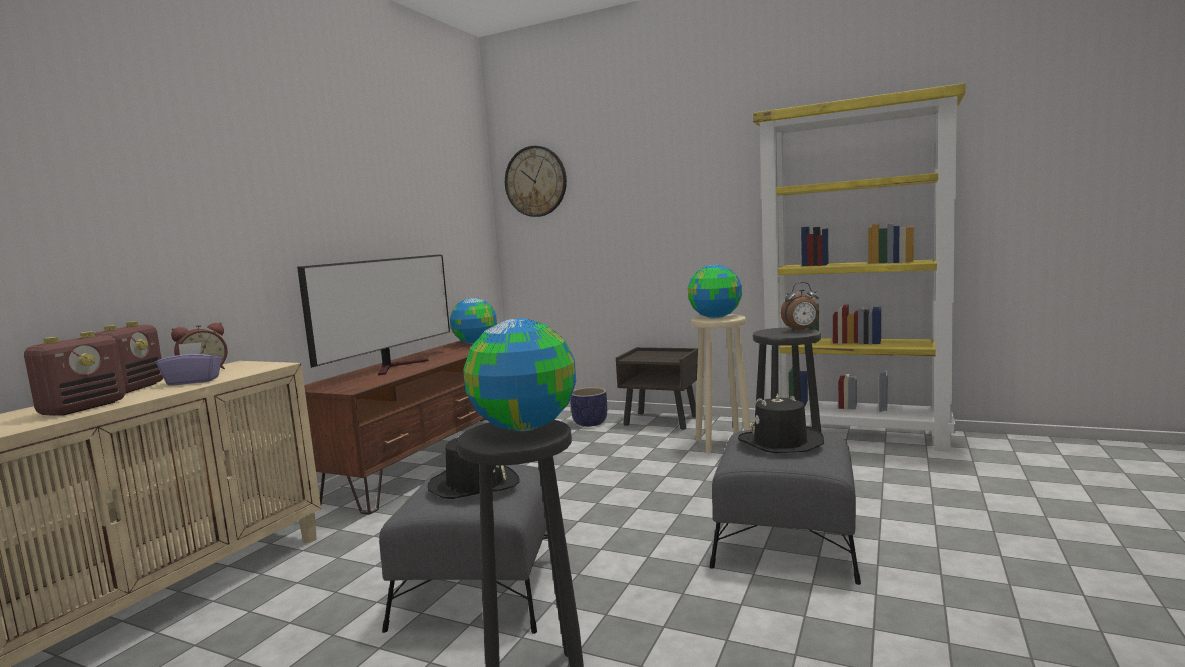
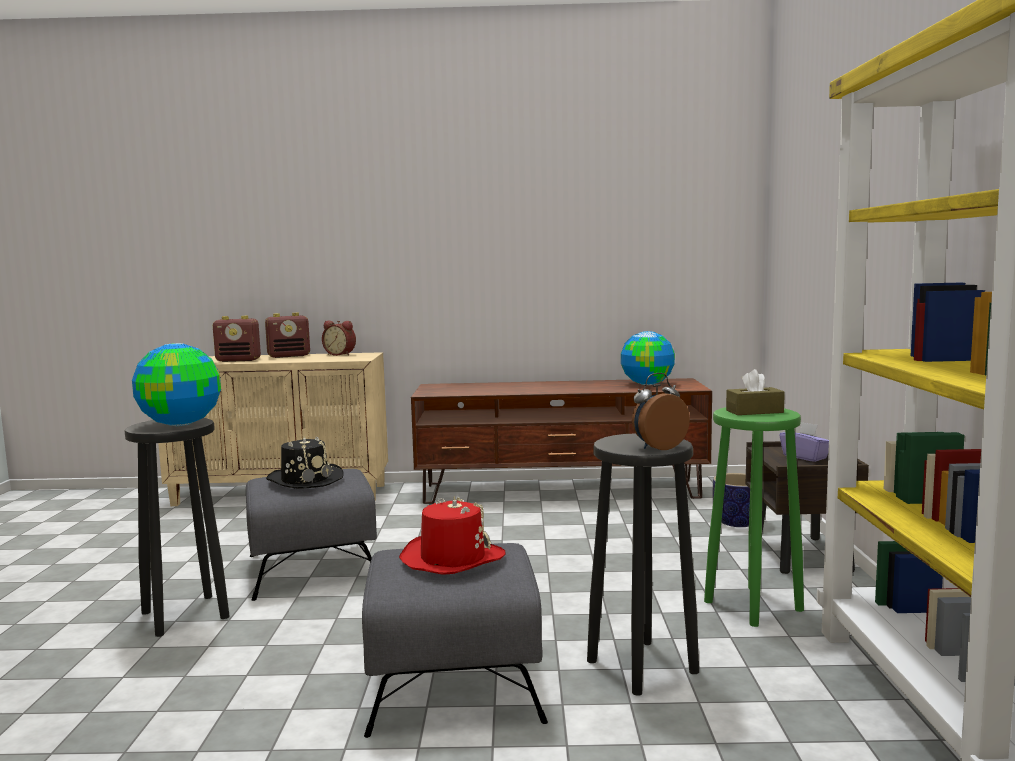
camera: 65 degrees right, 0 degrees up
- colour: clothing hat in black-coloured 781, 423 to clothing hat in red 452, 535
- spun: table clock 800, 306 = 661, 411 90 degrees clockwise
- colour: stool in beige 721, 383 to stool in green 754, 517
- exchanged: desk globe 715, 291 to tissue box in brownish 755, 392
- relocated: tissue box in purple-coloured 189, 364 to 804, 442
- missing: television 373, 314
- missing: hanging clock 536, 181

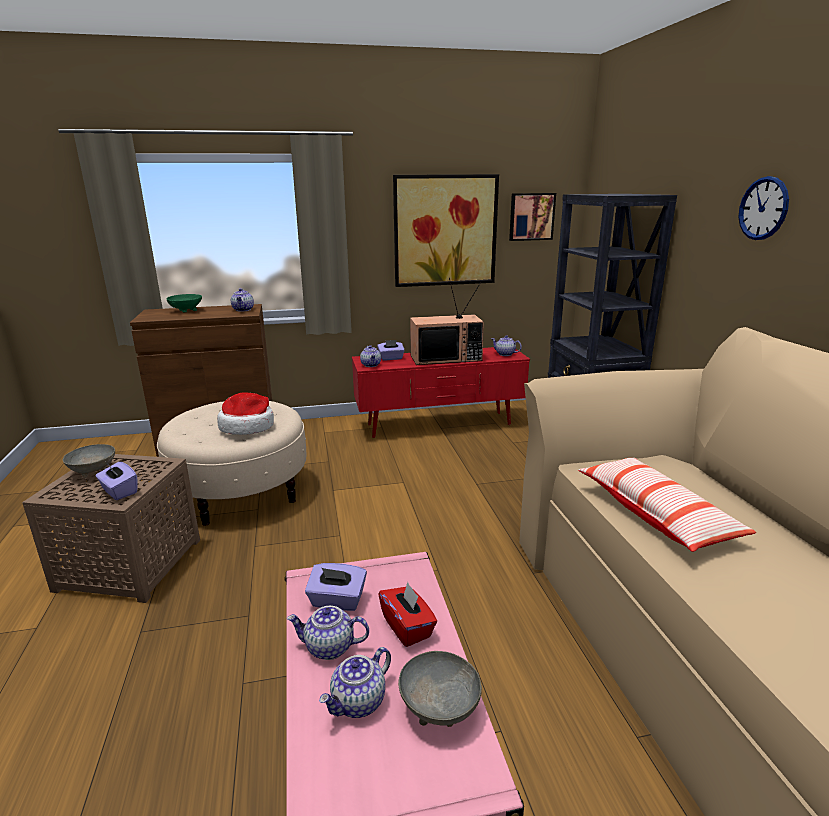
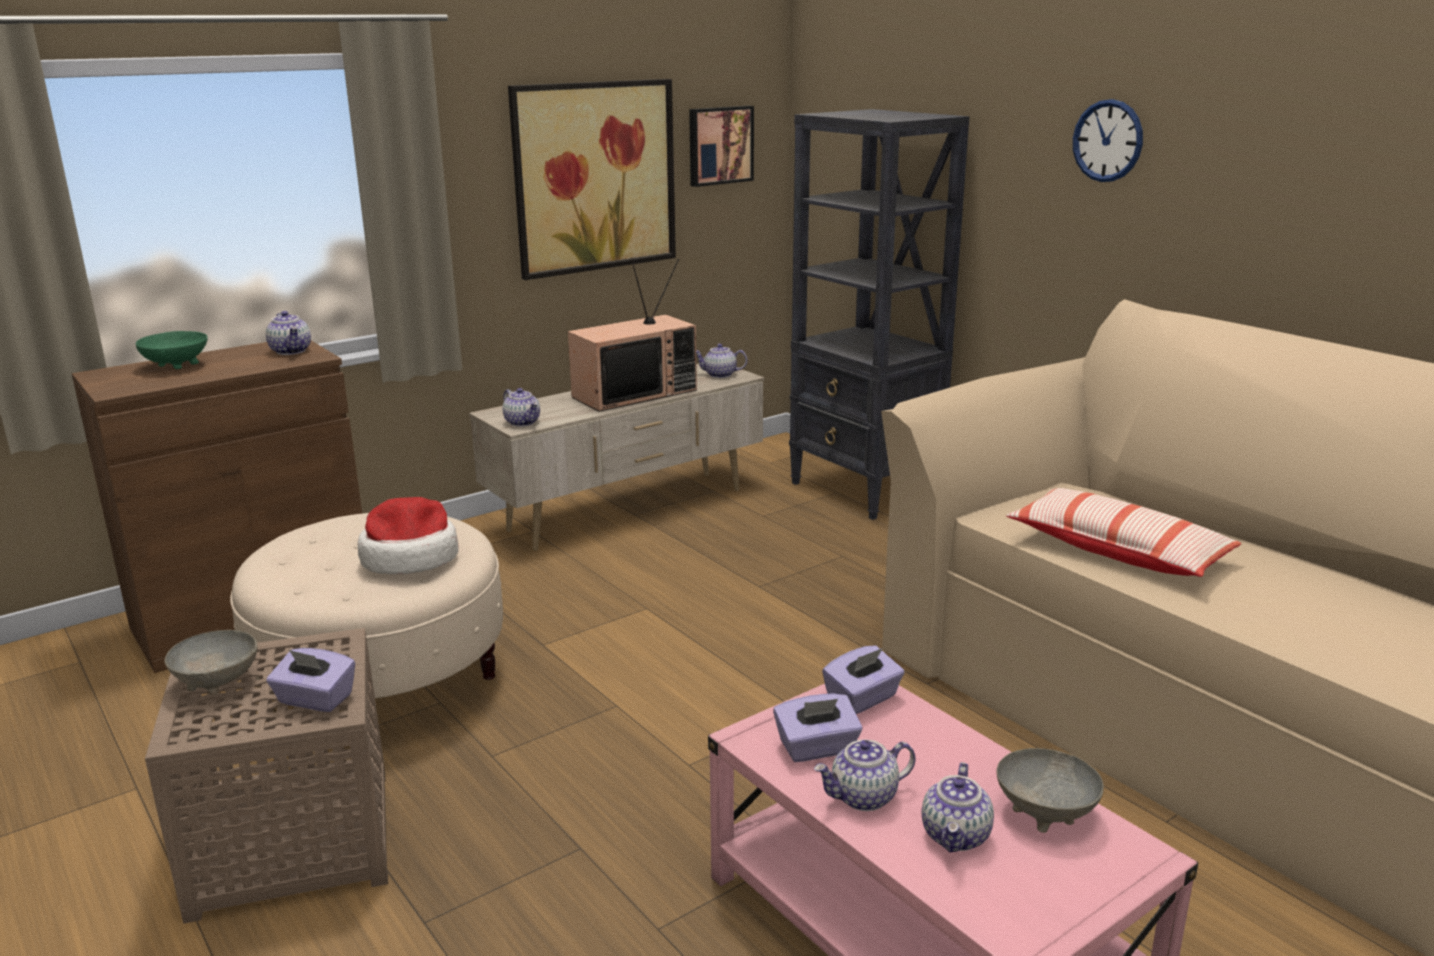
camera: 25 degrees left, 0 degrees up
- colour: tv unit in red 441, 392 to tv unit in beige 616, 457
- relocated: tissue box in purple-coloured 391, 350 to 863, 680
- missing: tissue box in red 407, 614

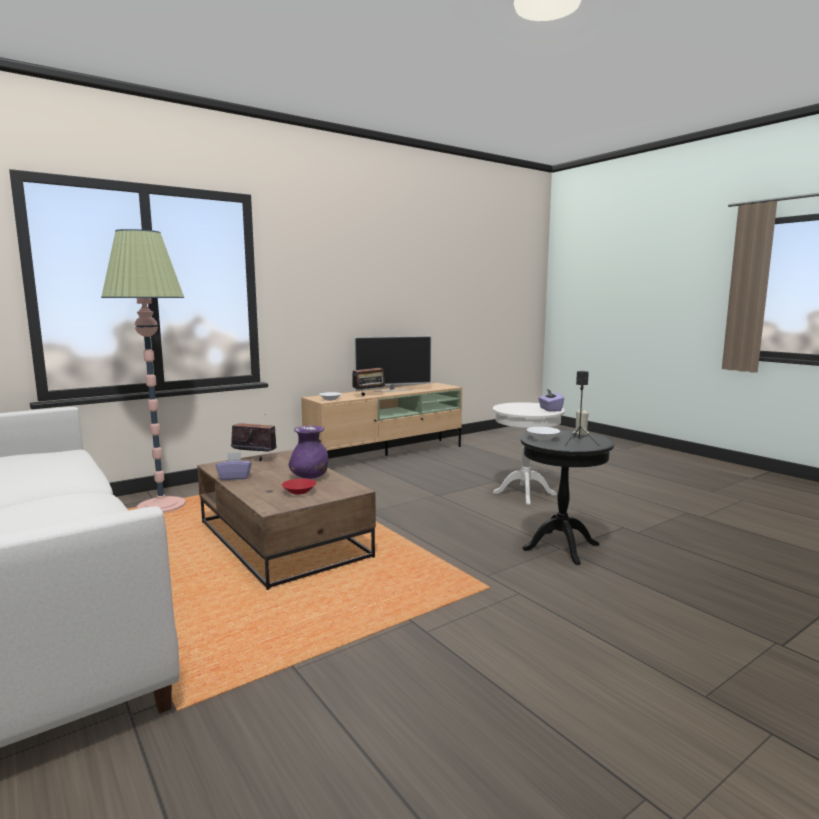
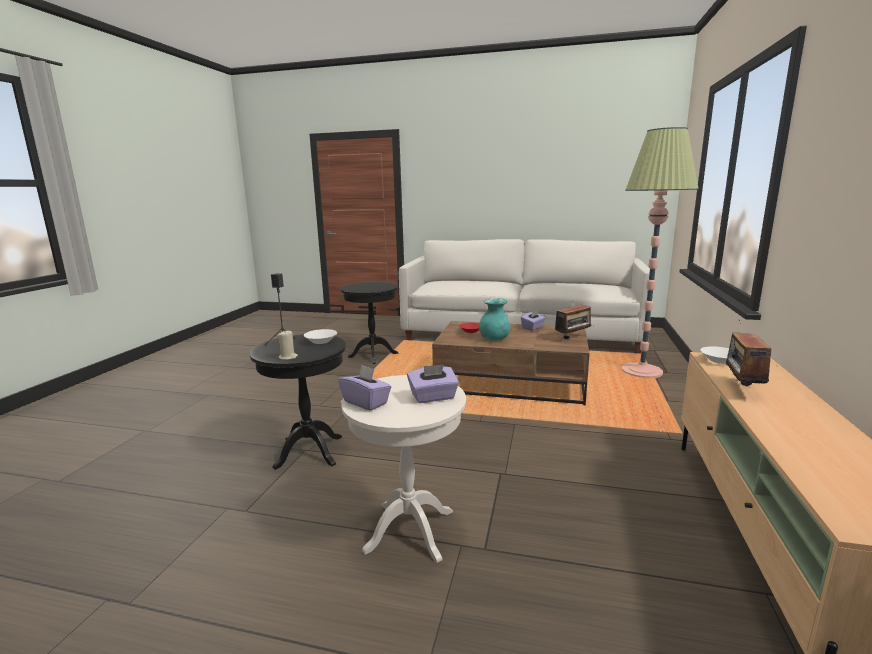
camera: 140 degrees right, 5 degrees up
- appeared: end table in black-coloured 369, 323
- appeared: tissue box in purple-coloured 433, 383
- colour: flower vase in purple-coloured 308, 452 to flower vase in blue-green 495, 319
- missing: television 393, 364

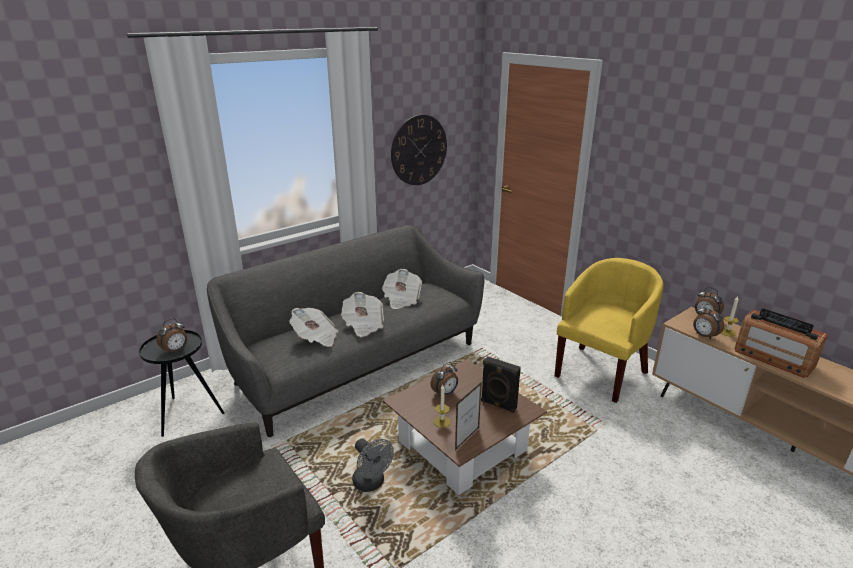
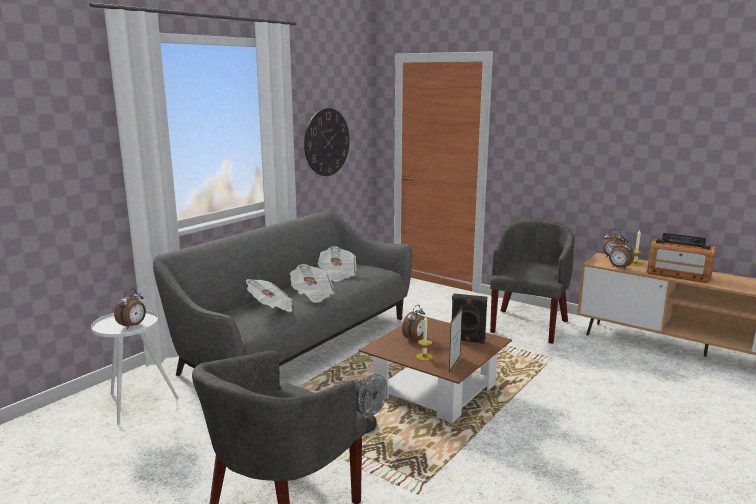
camera: 15 degrees left, 10 degrees down
- colour: end table in black-coloured 181, 383 to end table in whitish 134, 367
- colour: armchair in yellow 609, 330 to armchair in gray 532, 281

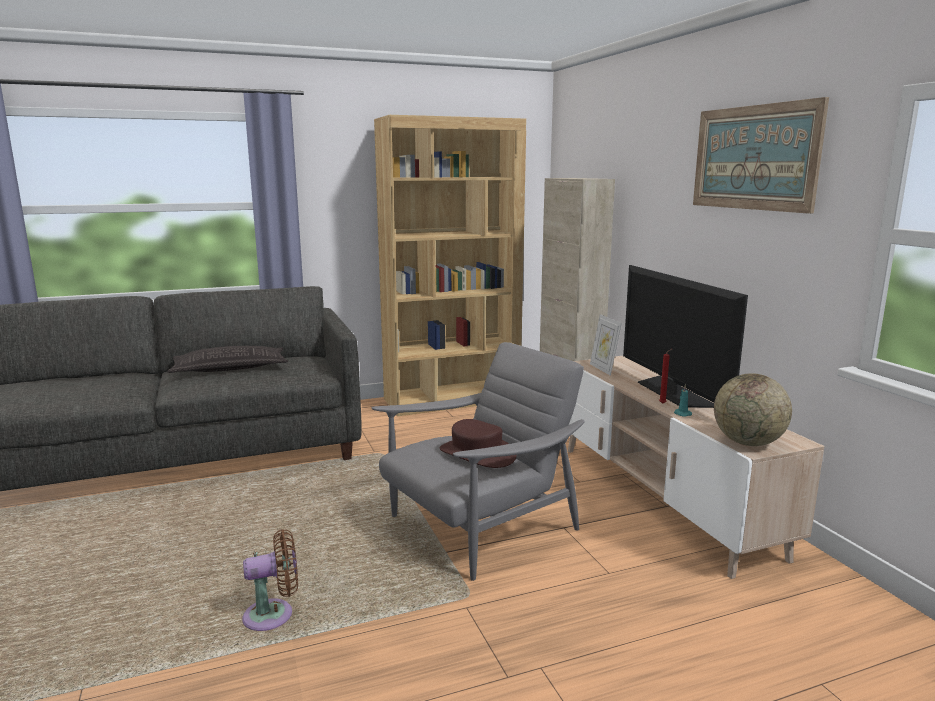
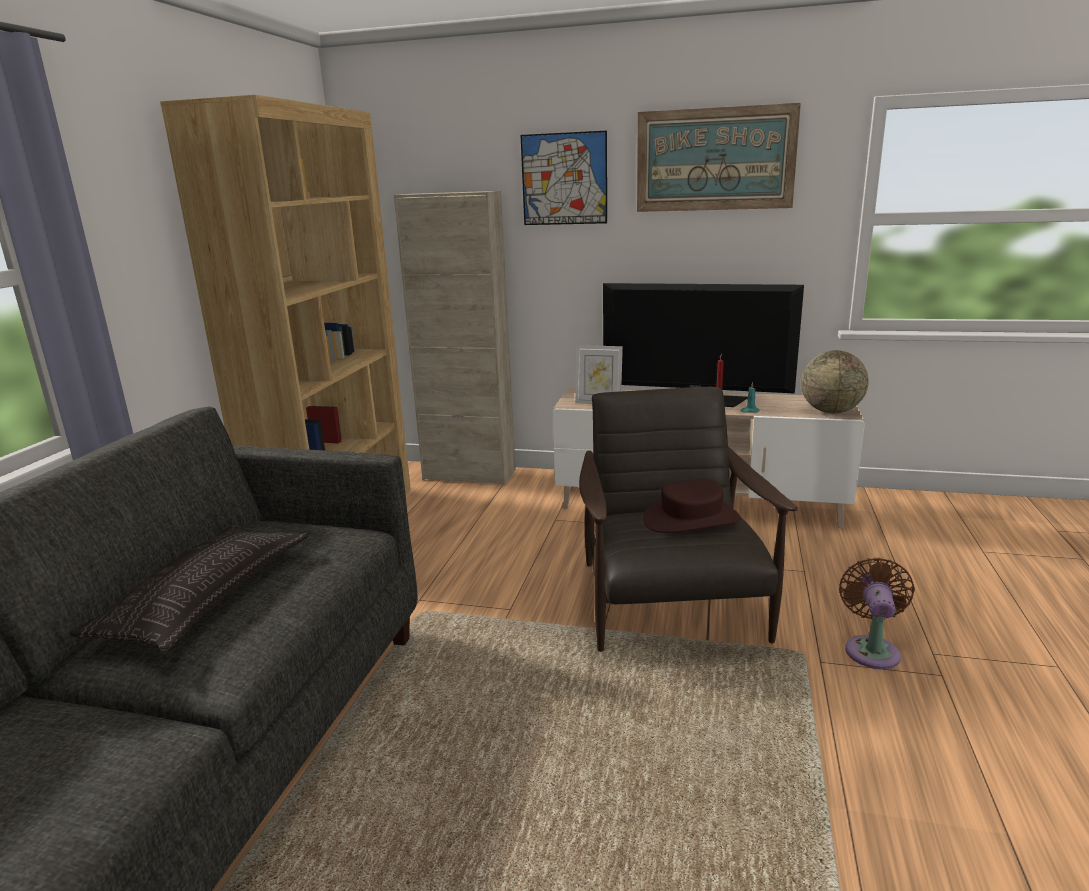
camera: 55 degrees left, 5 degrees up
- appeared: wall picture 564, 178
- colour: armchair in gray 478, 461 to armchair in brownish 688, 519
- relocated: electric fan in brownish 270, 580 to 877, 613

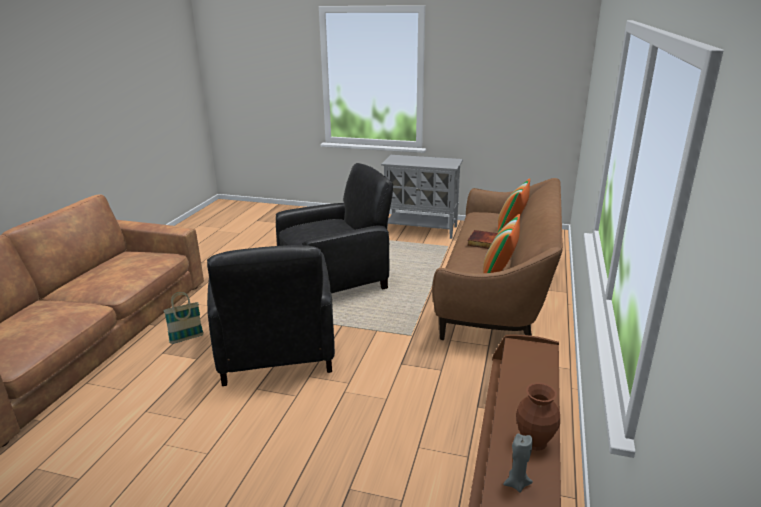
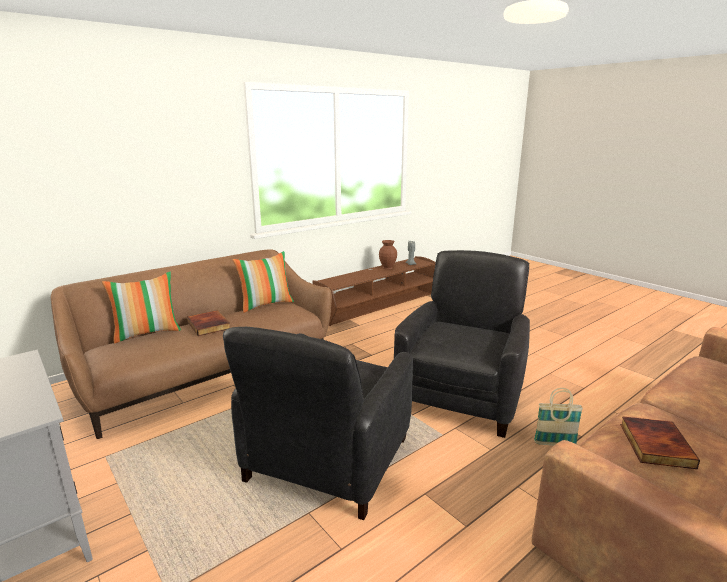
camera: 145 degrees left, 5 degrees down
- spun: armchair in black-coloured 334, 228 = 318, 423 75 degrees counterclockwise
- appeared: bound book 660, 442

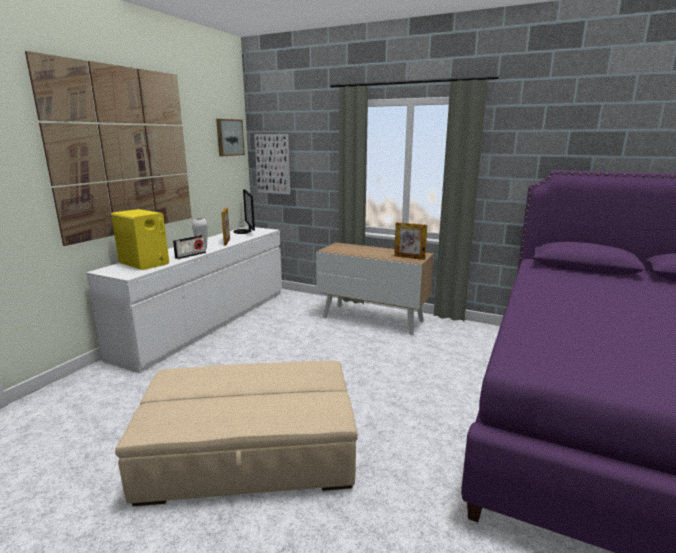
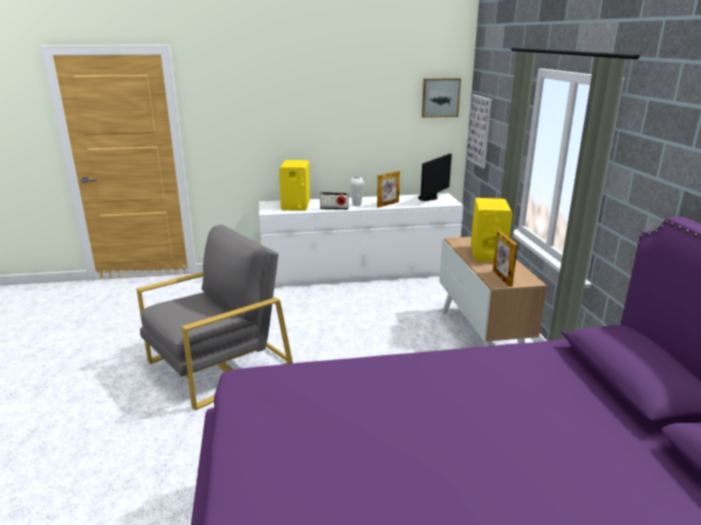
camera: 55 degrees right, 5 degrees up
- exchanged: pouffe in beige 236, 433 to armchair in gray 215, 318
- appeared: loudspeaker in yellow 492, 230
- missing: wall picture 108, 148

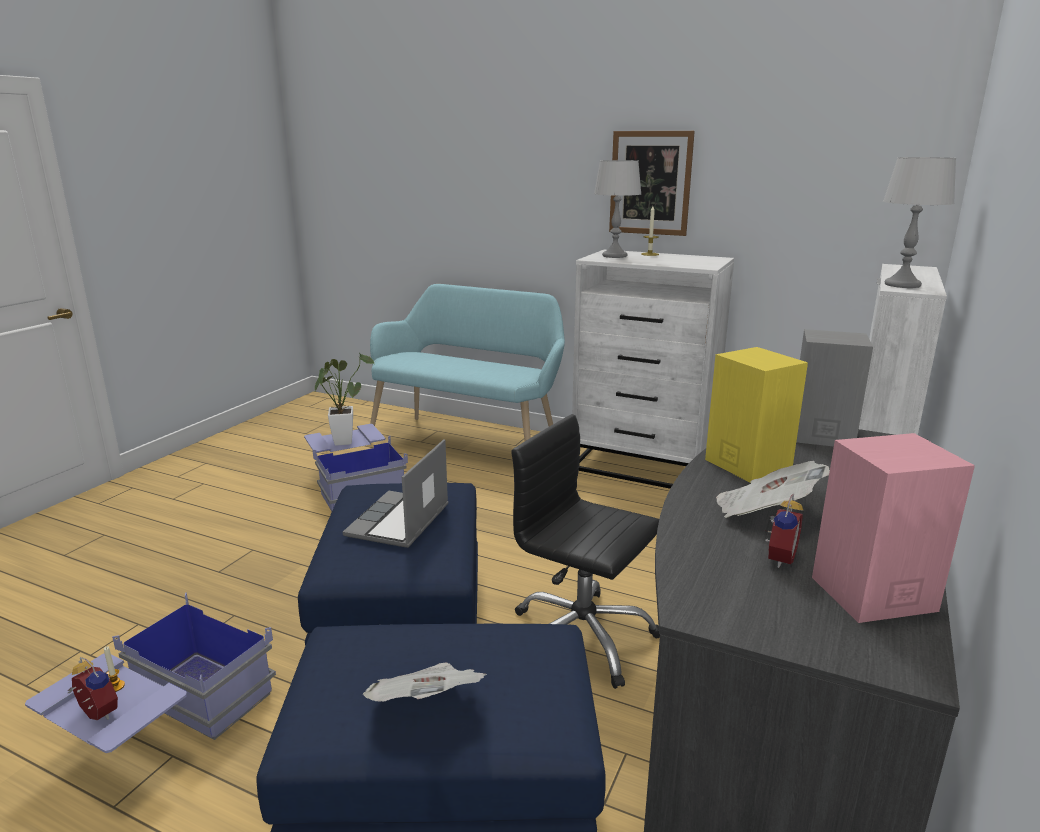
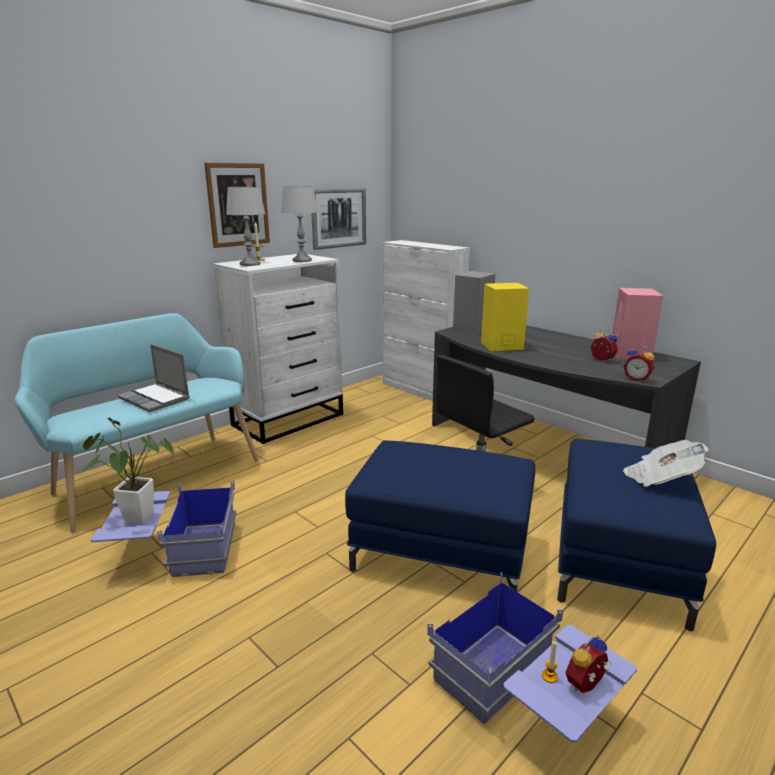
camera: 70 degrees left, 0 degrees up
- relocated: portable computer 396, 493 to 153, 378
- relocated: lamp for a table in gray 919, 222 to 299, 224
- appeared: wall picture 338, 219
- appeared: table clock 639, 363
- missing: printed paper 773, 489

